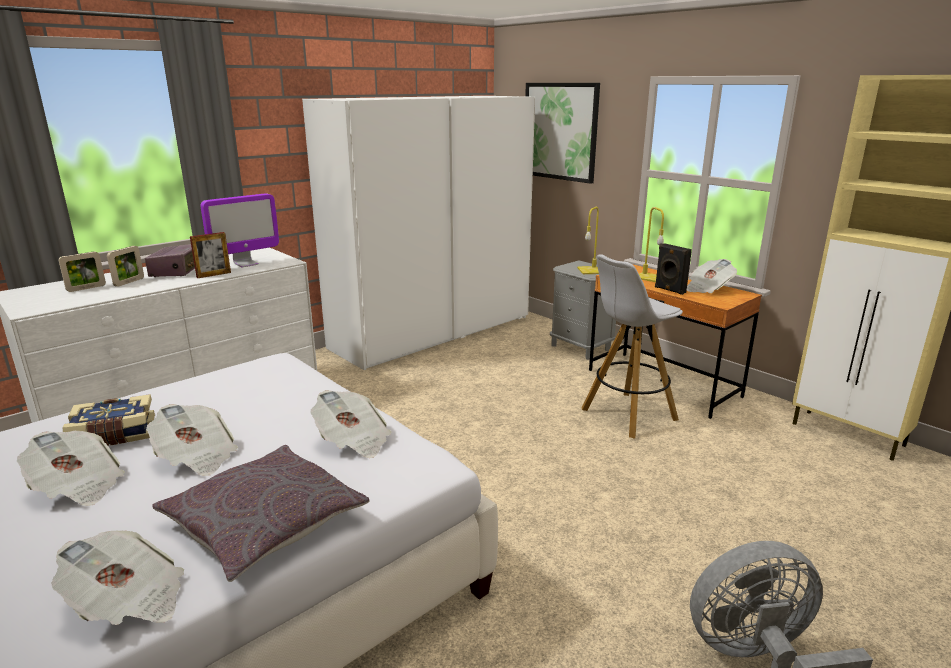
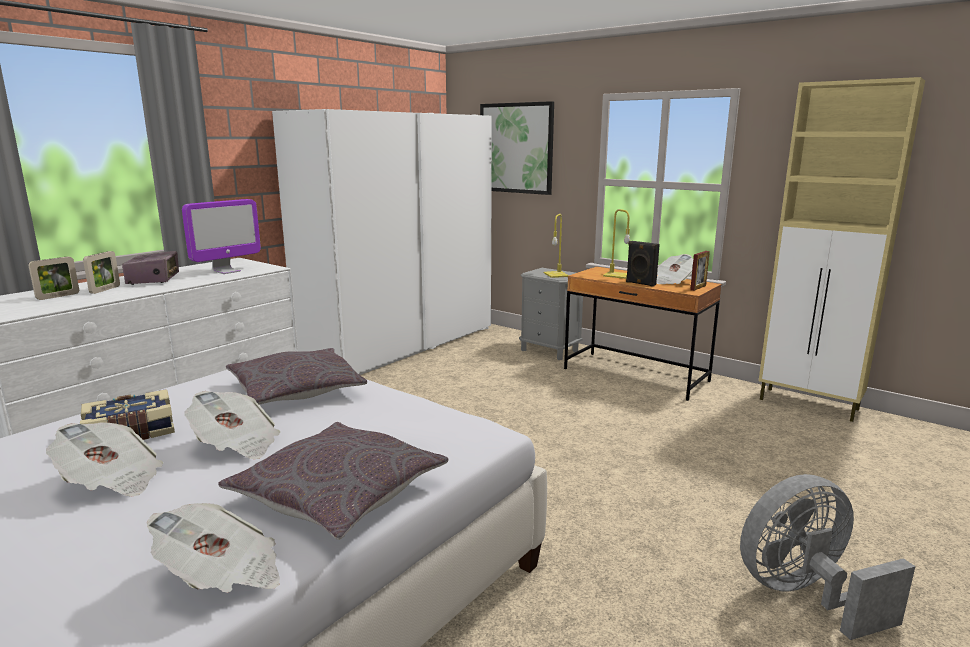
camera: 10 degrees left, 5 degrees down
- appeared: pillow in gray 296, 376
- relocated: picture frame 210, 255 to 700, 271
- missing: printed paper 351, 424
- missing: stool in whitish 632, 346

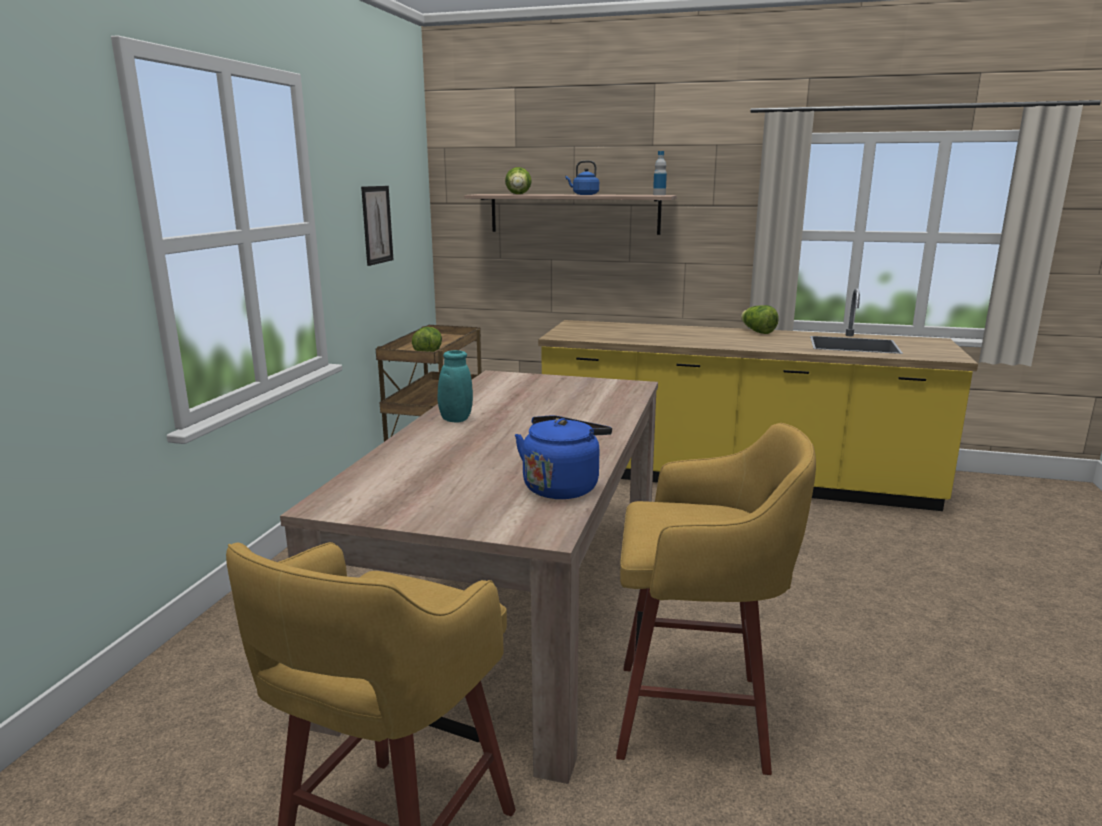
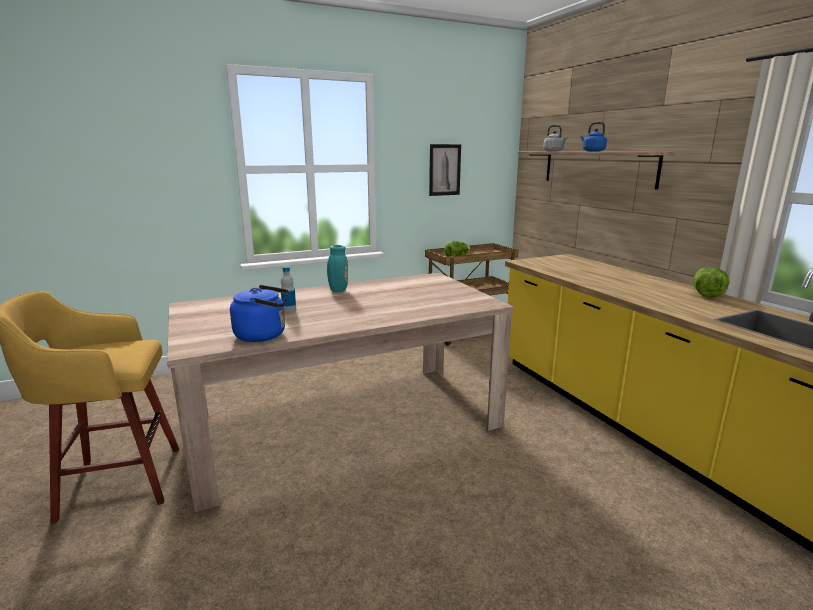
camera: 50 degrees right, 0 degrees up
- relocated: beverage bottle 660, 173 to 288, 289
- exchanged: lettuce head 518, 180 to tea kettle in gray 555, 138
- missing: stool in yellow 716, 599

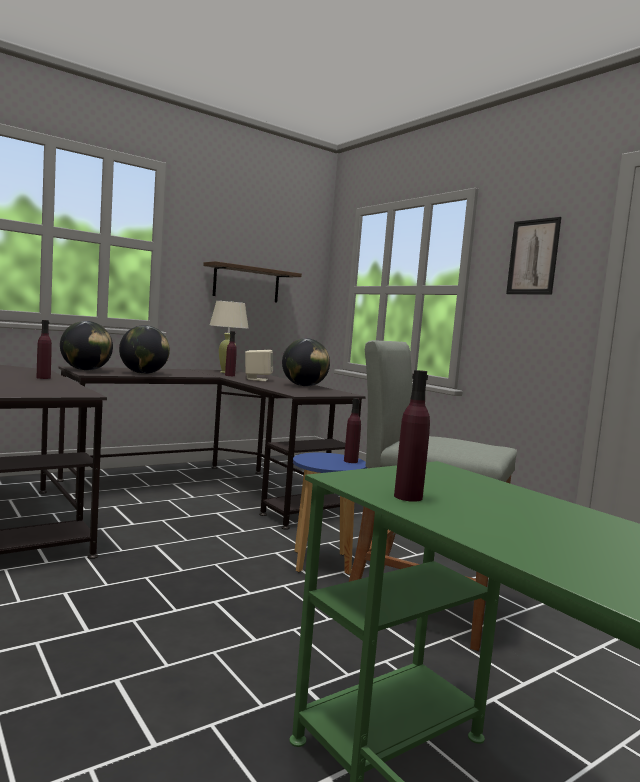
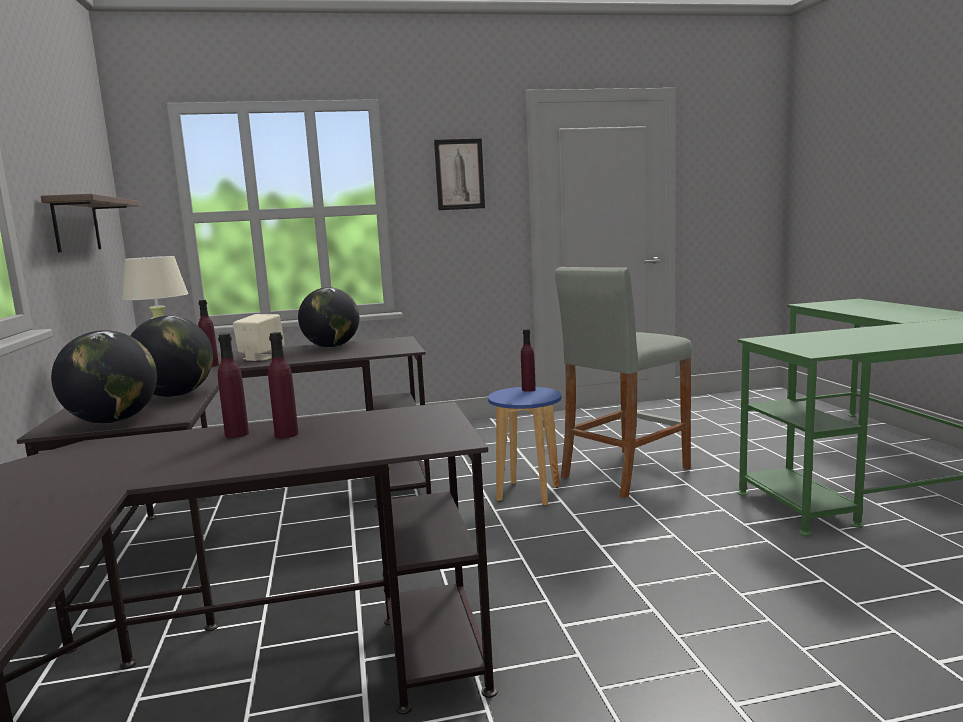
camera: 65 degrees left, 5 degrees up
- relocated: beverage bottle in purple-coloured 412, 436 to 283, 385

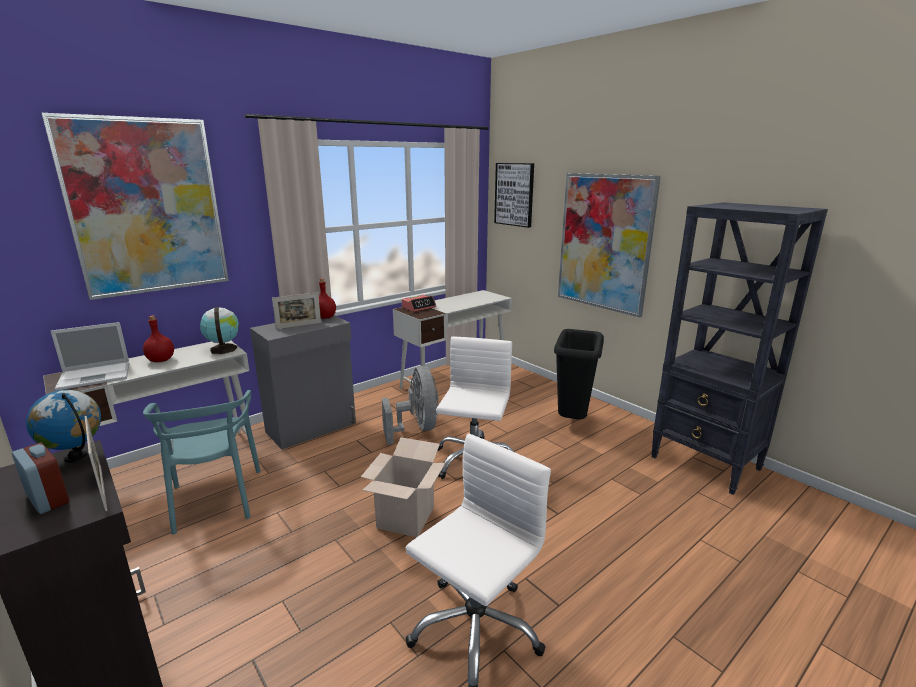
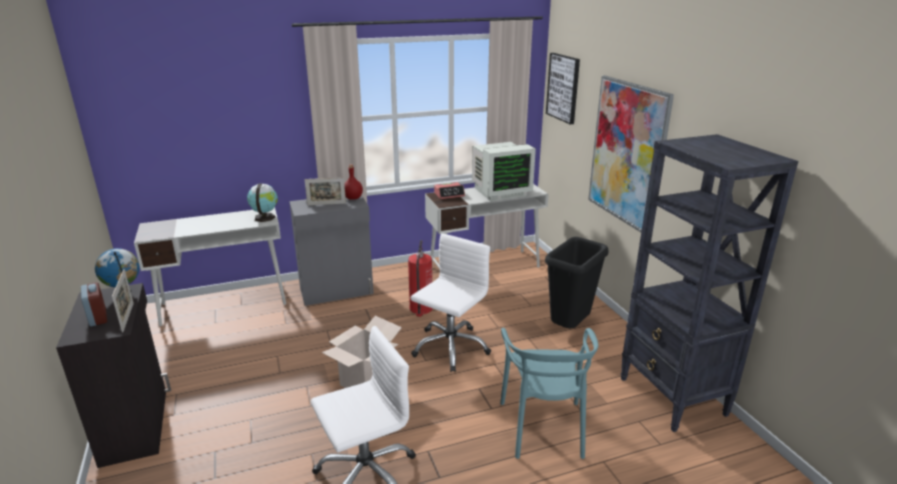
camera: 20 degrees right, 5 degrees up
- exchanged: electric fan in gray 410, 405 to extinguisher 420, 278
- appeared: computer display 504, 171
- relocated: chair in blue-green 202, 462 to 549, 393
- missing: wall picture 135, 206
- missing: portable computer 90, 356
- missing: beverage bottle in red 158, 338

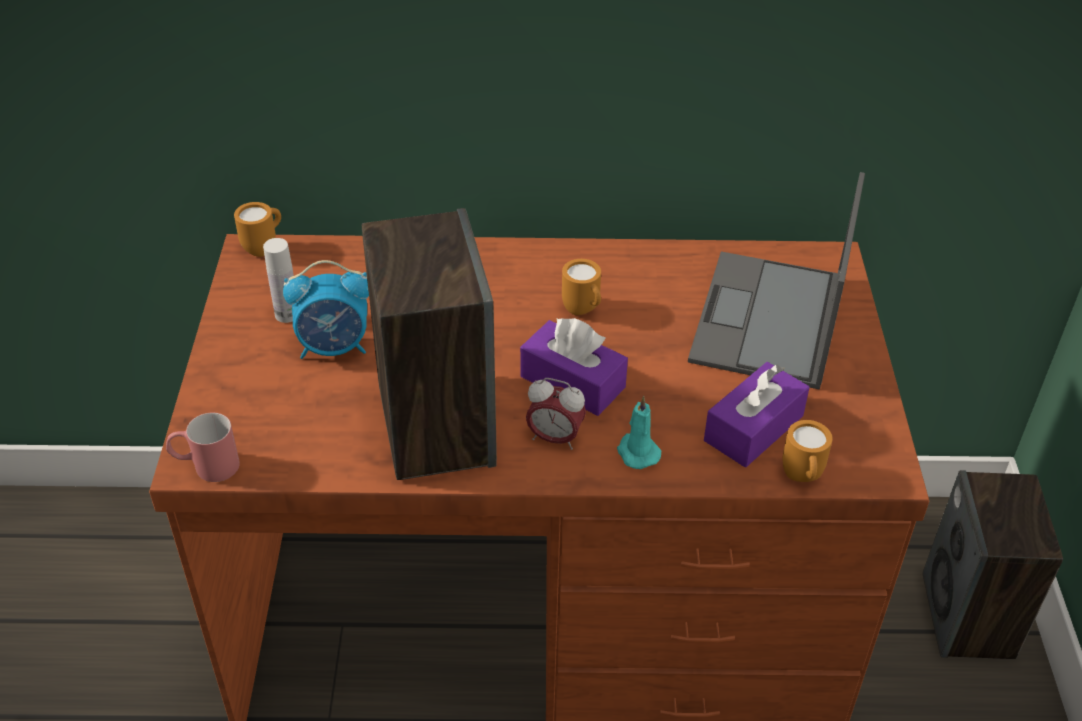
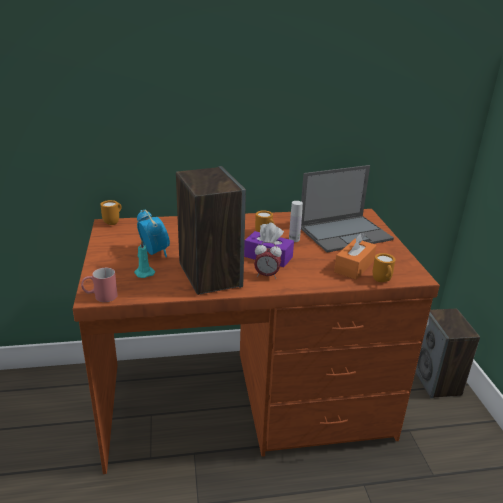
camera: 10 degrees left, 15 degrees down
- relocated: wax candle in blue-green 639, 432 to 144, 259
- spun: table clock 326, 309 = 153, 233 105 degrees counterclockwise
- relocated: beverage bottle in whitish 278, 280 to 296, 221
- spun: portable computer 776, 280 = 347, 209 120 degrees counterclockwise
- colour: tissue box in purple-coloured 757, 414 to tissue box in orange 355, 256

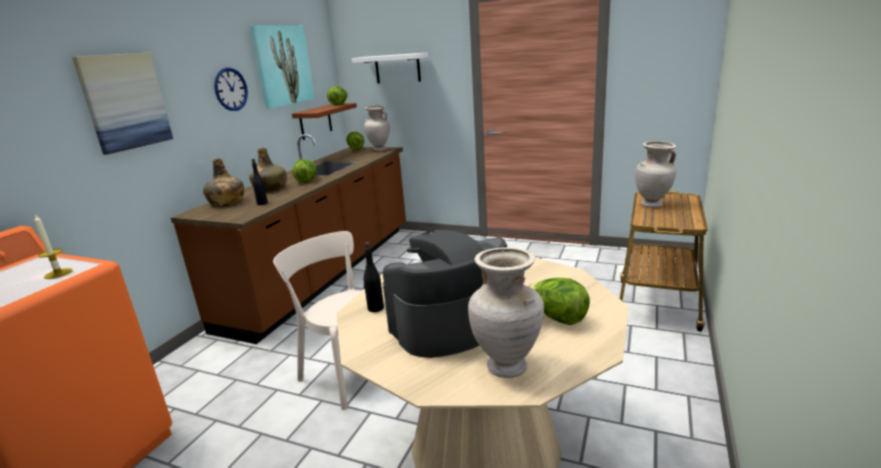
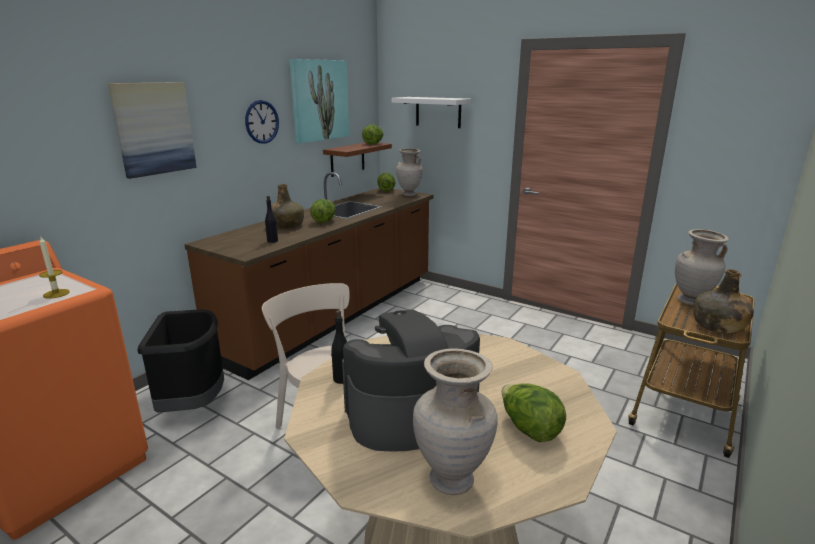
camera: 10 degrees right, 0 degrees up
- appeared: rubbish bin in black-coloured 180, 361
- relocated: beverage bottle in green 223, 182 to 723, 301

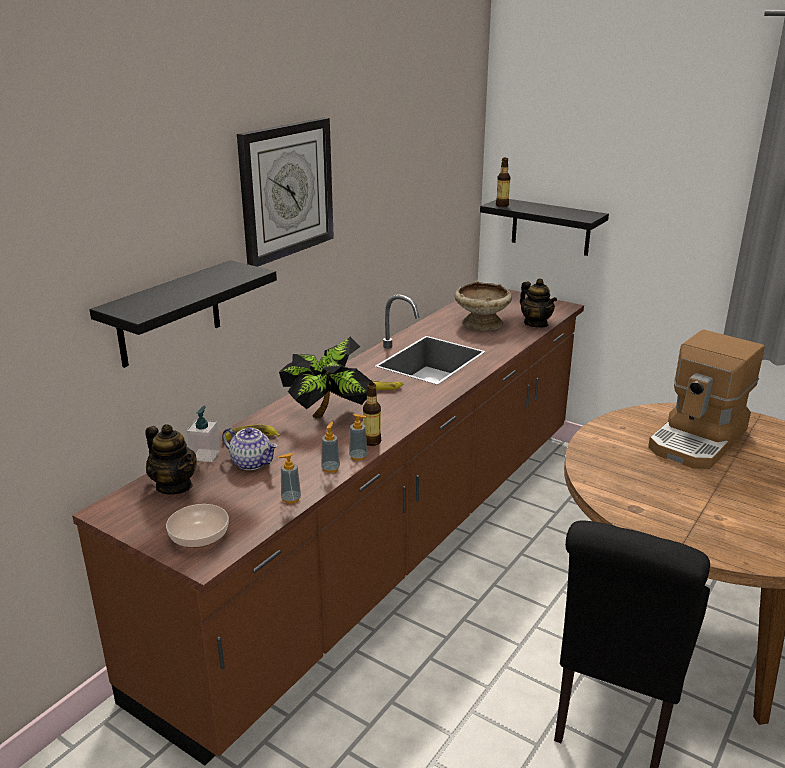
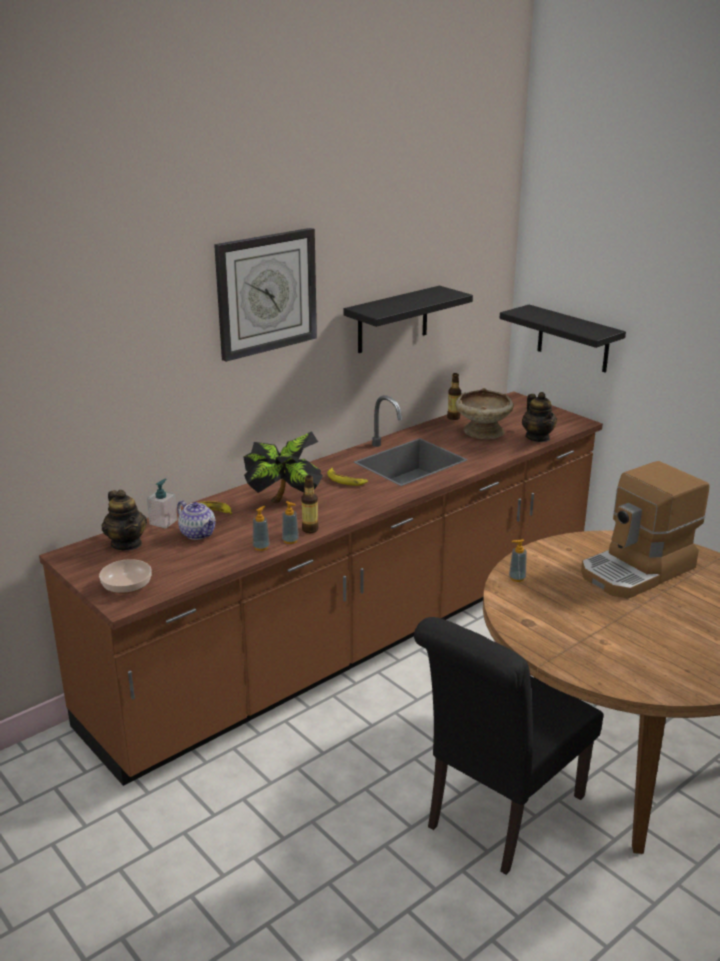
camera: 15 degrees right, 0 degrees up
- relocated: wall shelf in black-coloured 183, 314 to 408, 319
- relocated: beverage bottle 503, 182 to 454, 396
- relocated: soap bottle 289, 478 to 518, 560

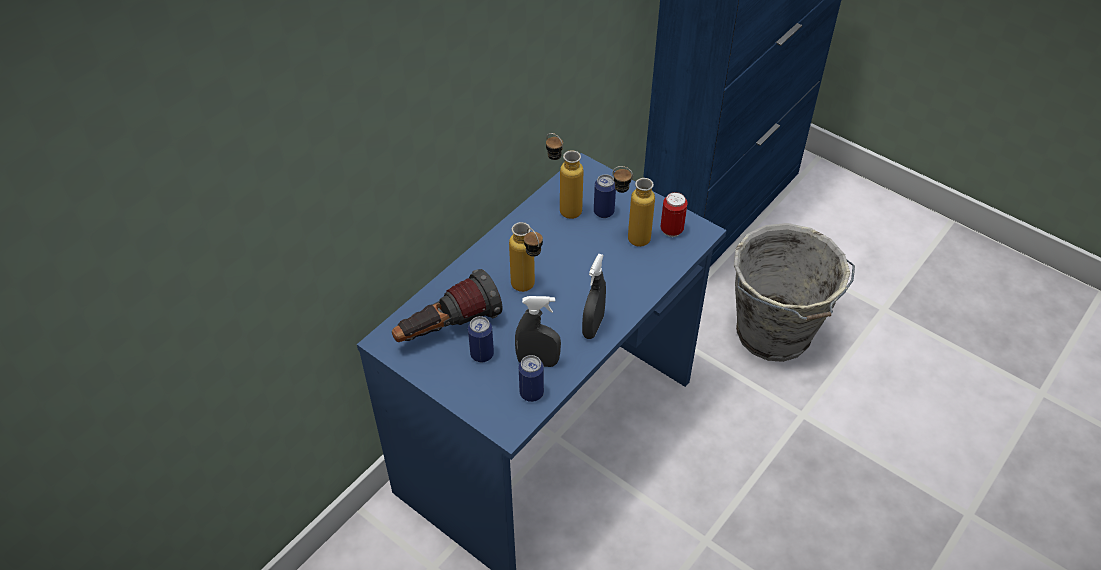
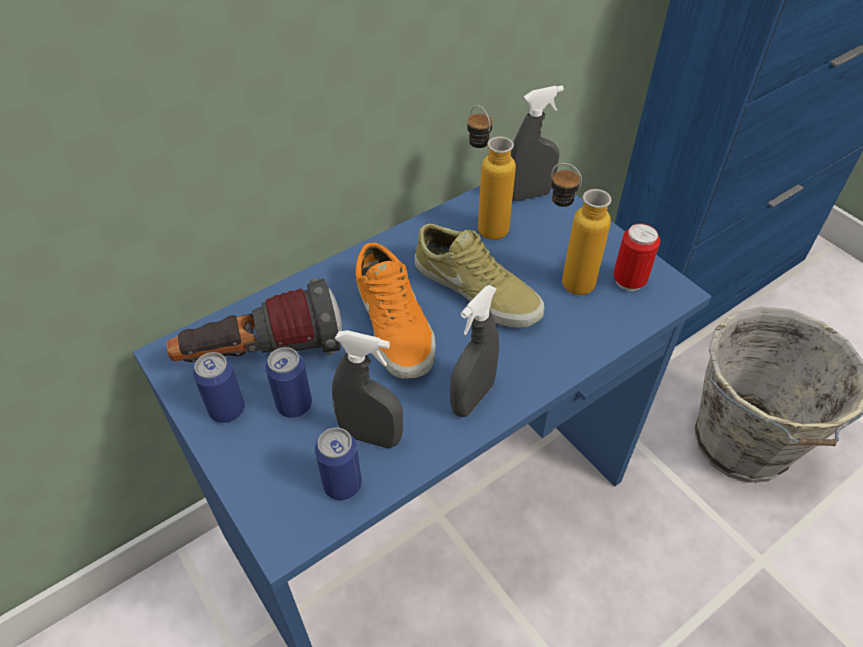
camera: 15 degrees right, 0 degrees up
- relocated: metal can 605, 196 to 219, 387
- exchanged: beverage bottle 526, 257 to shoe in orange 396, 311
- appeared: shoe in beige 480, 276
- appeared: hand sprayer in gray 537, 143

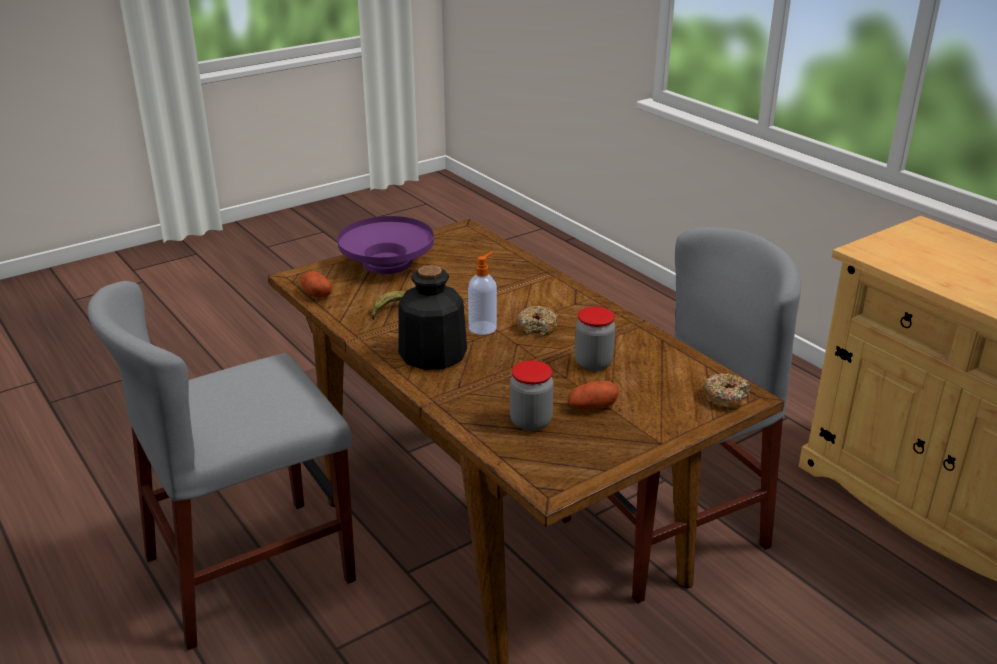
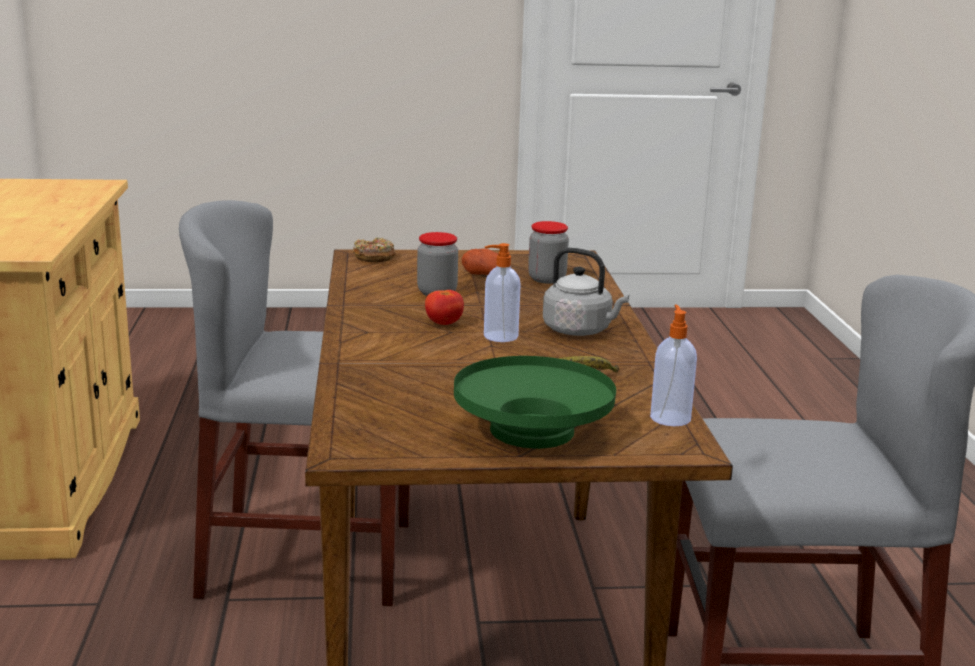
camera: 150 degrees left, 10 degrees down
- exchanged: ring doughnut 537, 321 to whole tomato 444, 307
- colour: bowl in purple-coloured 385, 245 to bowl in green 535, 402
- exchanged: beverage bottle 432, 317 to tea kettle in gray 586, 292
- exchanged: whole potato 316, 284 to soap bottle 673, 365

